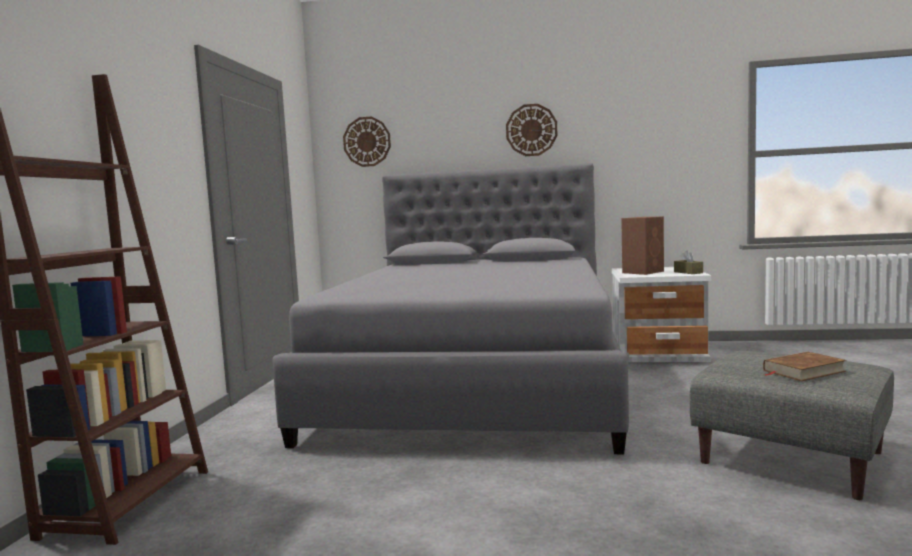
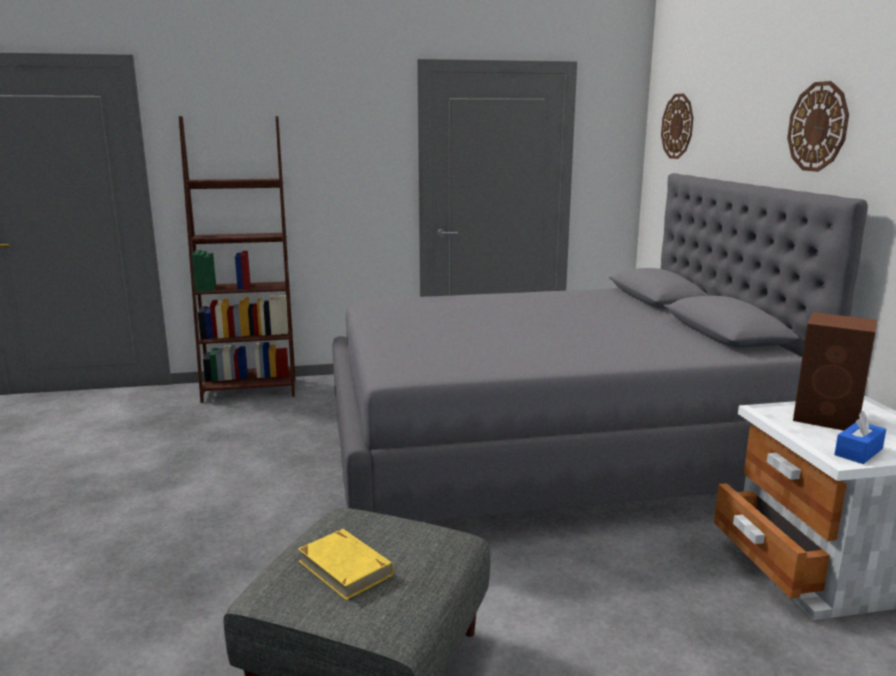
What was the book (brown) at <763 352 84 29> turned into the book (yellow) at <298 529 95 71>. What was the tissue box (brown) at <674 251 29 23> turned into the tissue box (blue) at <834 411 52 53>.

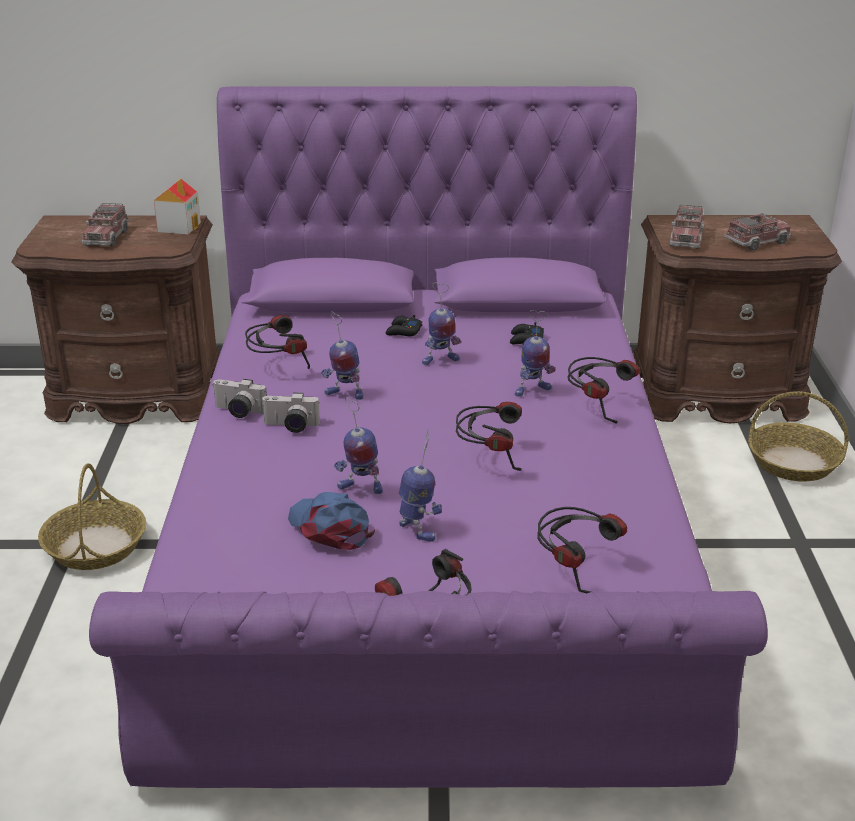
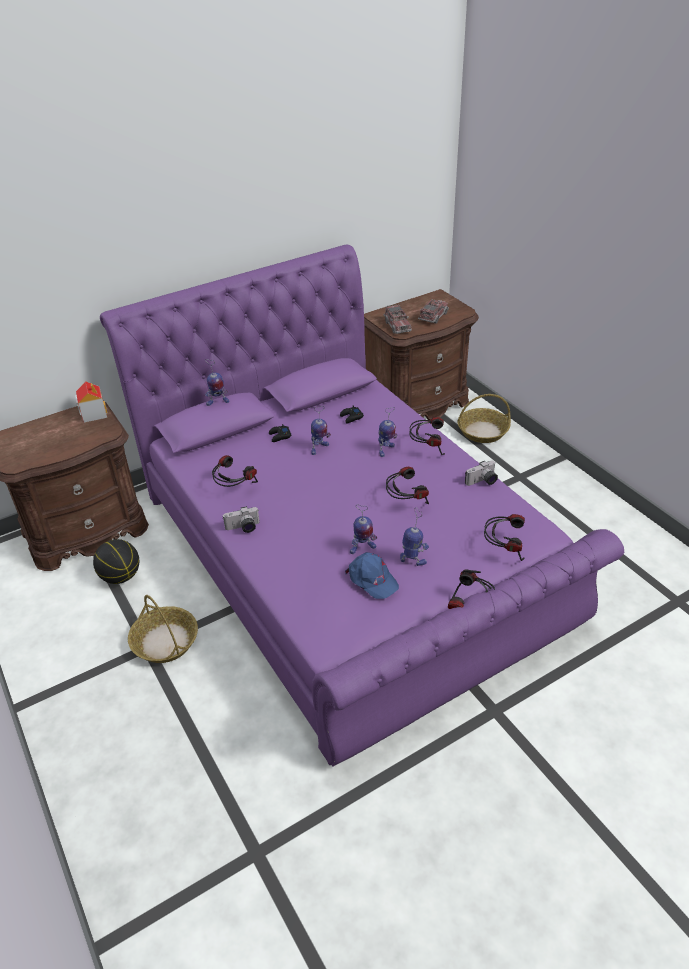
The second view gained the basketball at <93 539 46 45>. The toy robot ended up elsewhere, having gone from <321 311 42 89> to <205 359 25 47>. The cap (blue) at <288 492 87 58> ended up facing another way, 150 degrees counterclockwise from before. The photo camera ended up elsewhere, having gone from <261 393 59 40> to <465 460 33 26>. The second view lost the toy truck at <81 203 49 43>.

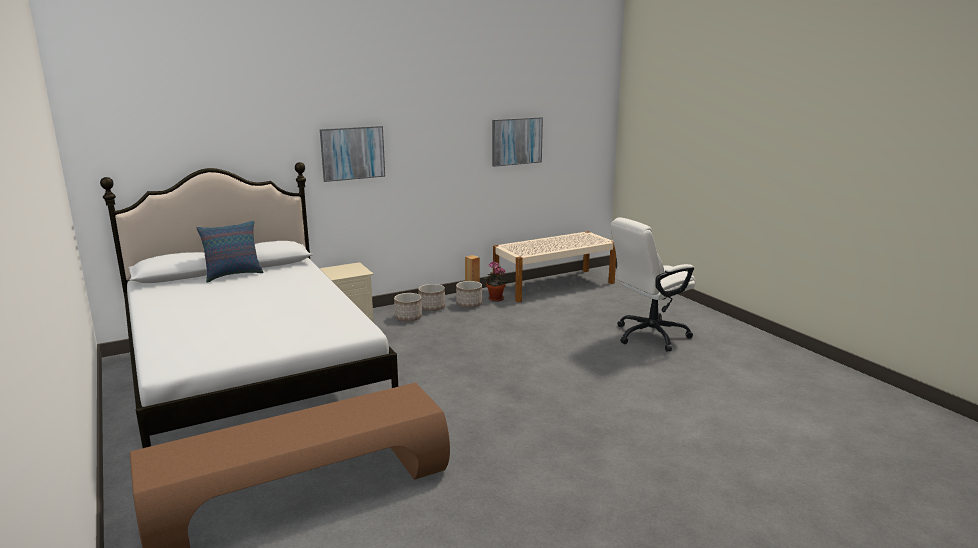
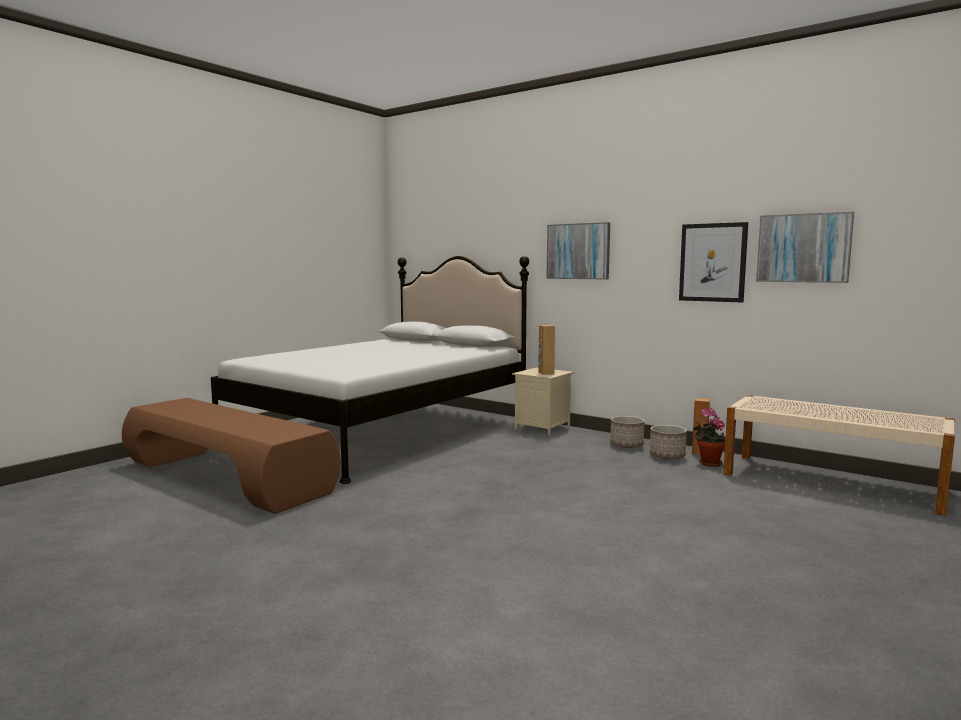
The second view gained the speaker (brown) at <538 325 17 50>. The second view gained the picture at <679 222 69 80>. The second view lost the pillow (blue) at <197 221 67 62>. The second view lost the planter at <394 293 28 28>. The second view lost the office chair (white) at <611 217 85 135>.

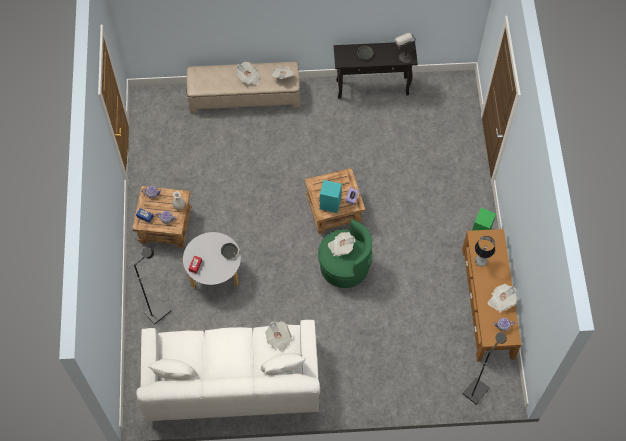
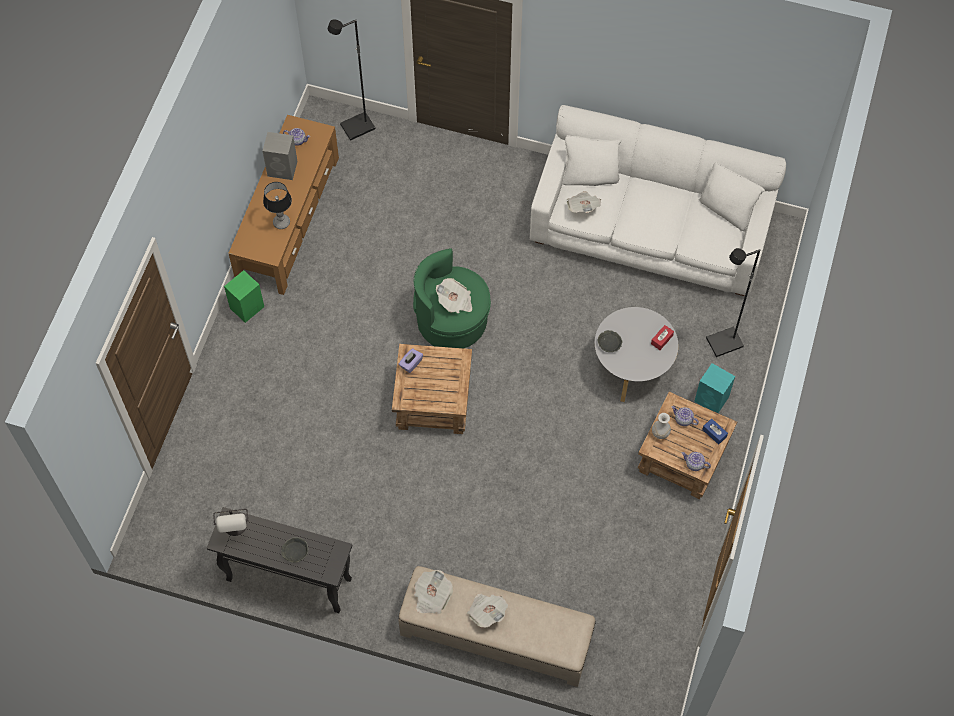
Where the newspaper stood at <488 284 29 29>, the speaker (grey) came to stand at <263 132 35 48>. The speaker (turquoise) ended up elsewhere, having gone from <320 180 22 33> to <694 363 41 50>.

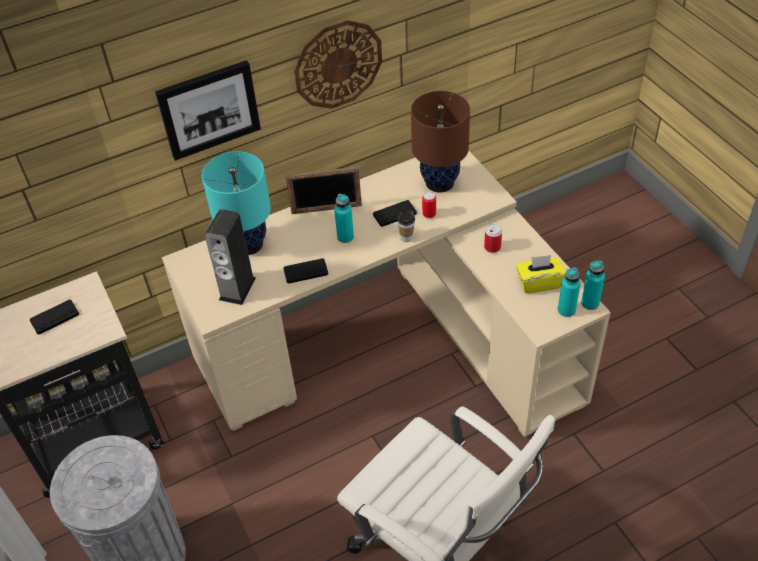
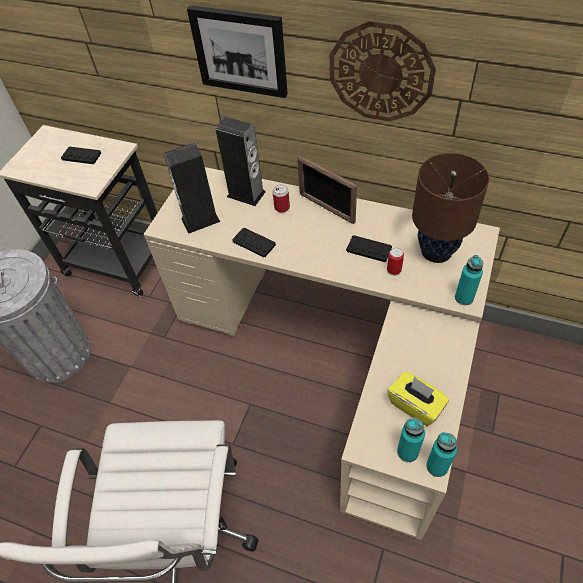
Where the table lamp (turquoise) stood at <202 152 69 103>, the speaker came to stand at <216 117 50 89>. The can ended up elsewhere, having gone from <484 224 18 29> to <272 184 18 28>. The bottle (turquoise) ended up elsewhere, having gone from <334 194 20 49> to <455 255 28 50>. The second view lost the cup at <397 209 18 33>.

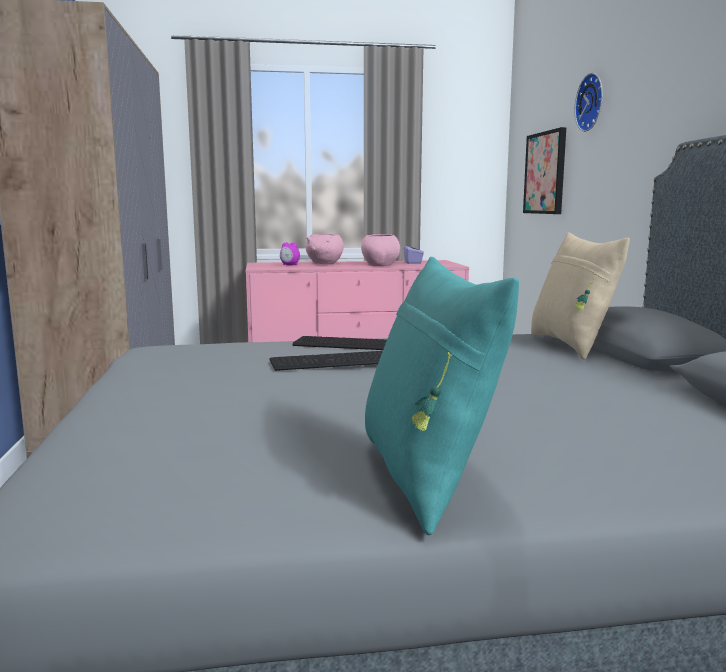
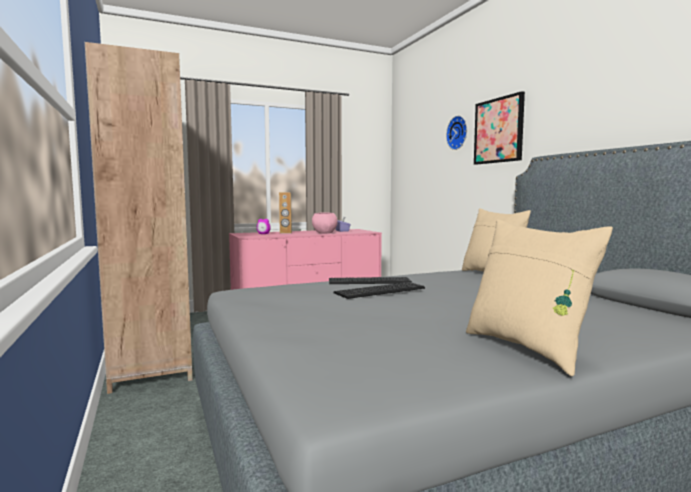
Where the bowl (pink) stood at <306 234 38 30>, the speaker (brown) came to stand at <279 192 13 41>. What was the pillow (turquoise) at <365 257 154 278> turned into the pillow (beige) at <466 219 147 157>. The picture ended up elsewhere, having gone from <523 127 43 87> to <474 91 51 73>.

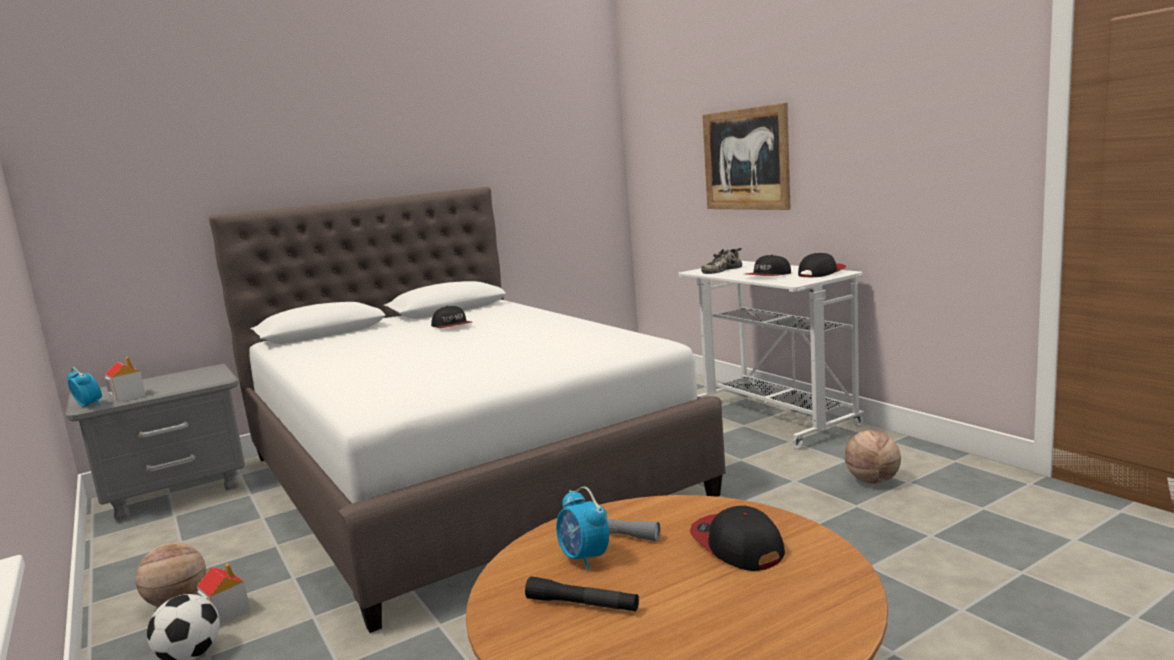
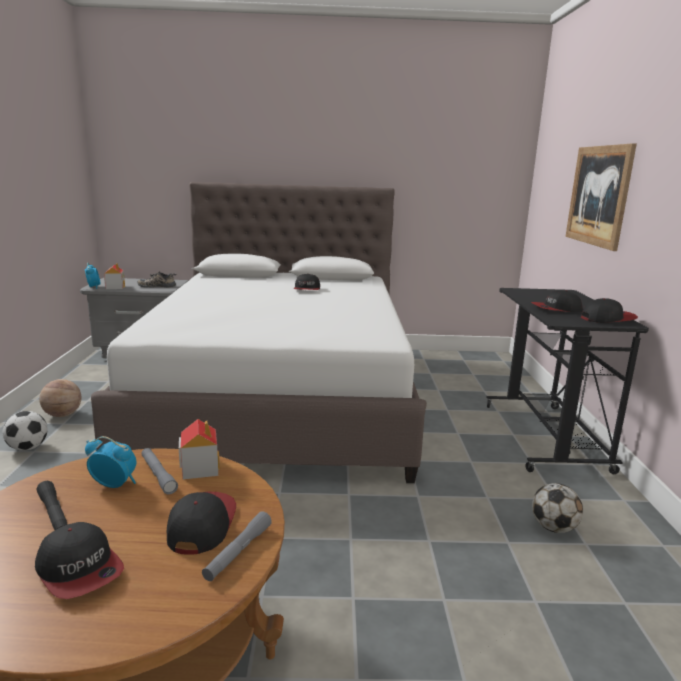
The second view gained the cap at <35 522 89 77>. The alarm clock at <556 487 53 83> ended up facing another way, 105 degrees clockwise from before. The shoe ended up elsewhere, having gone from <701 248 41 26> to <137 272 39 15>. The toy house ended up elsewhere, having gone from <197 563 54 63> to <179 419 41 60>. The second view gained the flashlight (grey) at <202 511 70 70>. What was the desk (white) at <678 261 186 188> turned into the desk (black) at <486 288 163 186>. Where the basketball stood at <845 430 56 54>, the football came to stand at <532 483 51 50>.

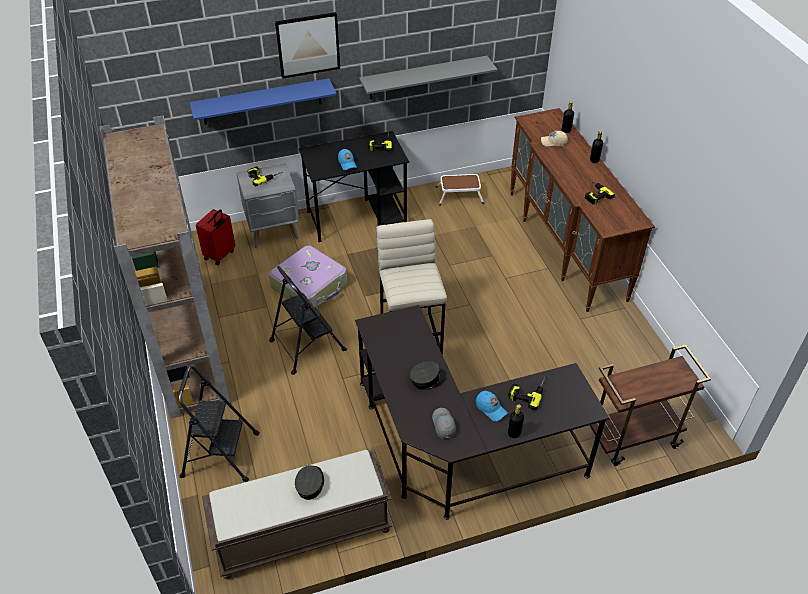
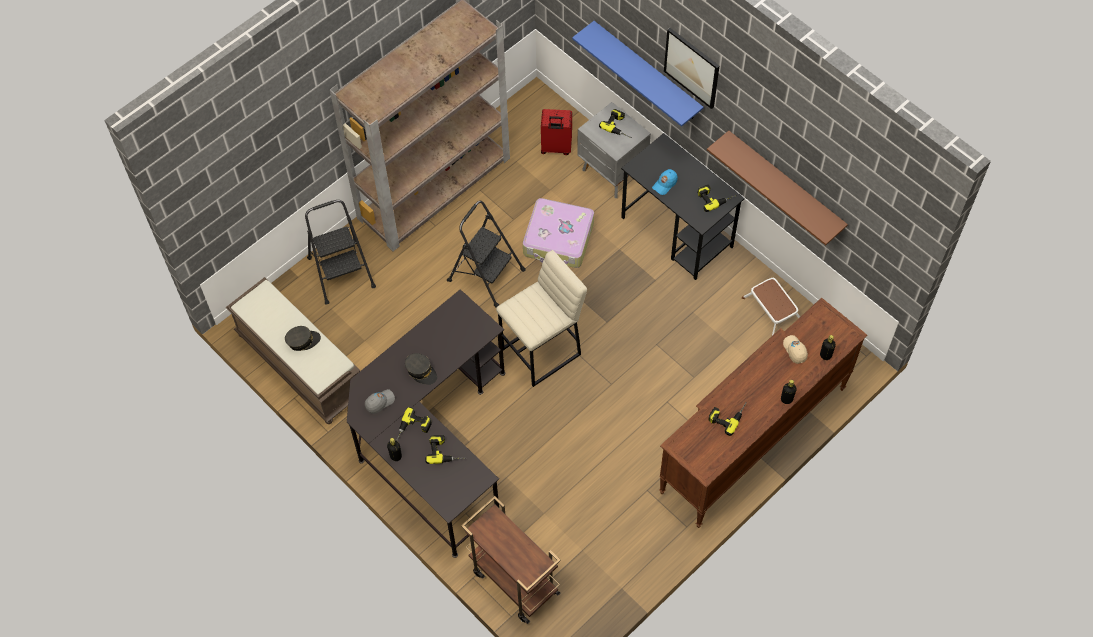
Where the cap (blue) stood at <476 391 32 30>, the power drill came to stand at <396 407 36 34>. What was the shelf (grey) at <359 56 138 43> turned into the shelf (brown) at <707 131 141 114>.

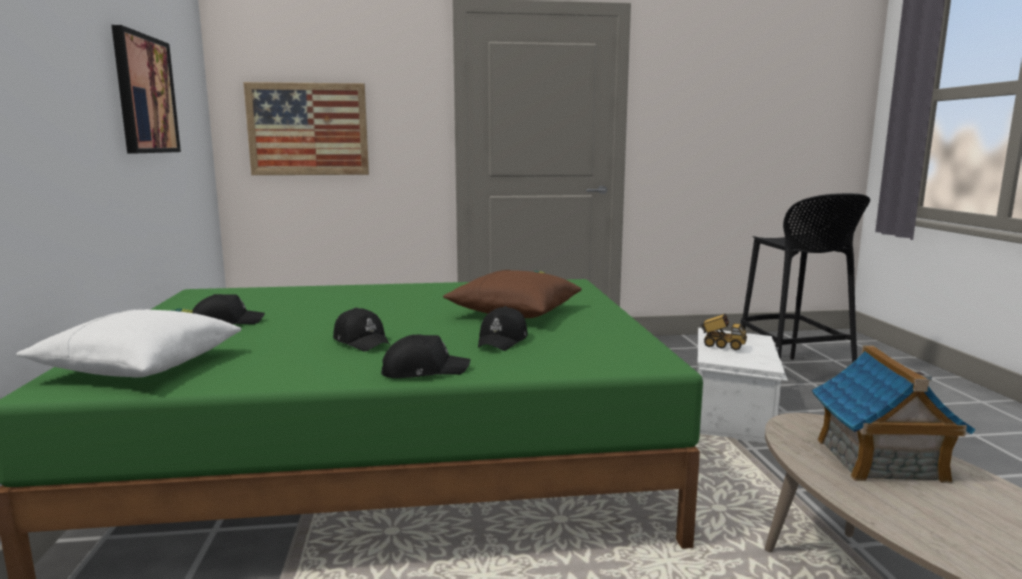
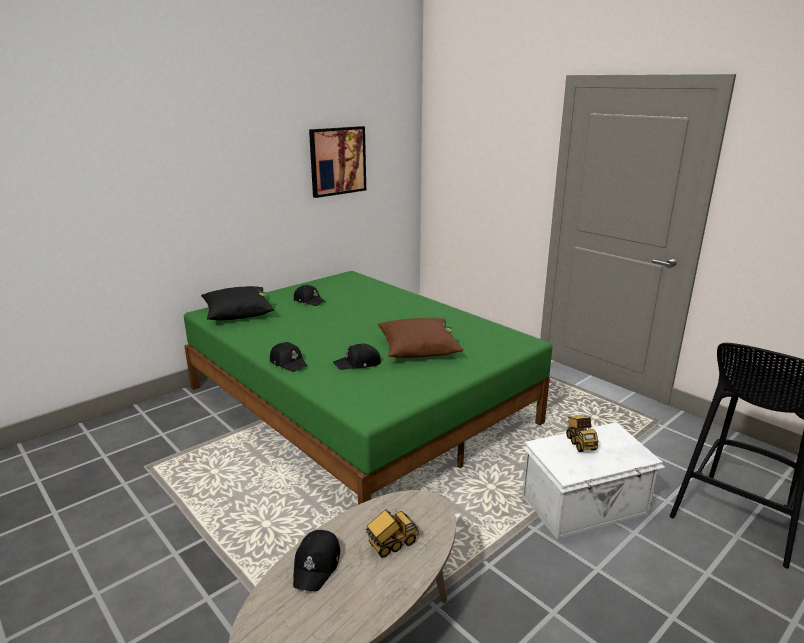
What was the pillow (white) at <16 308 225 70> turned into the pillow (black) at <201 286 73 34>. The cap (black) ended up elsewhere, having gone from <333 308 58 43> to <293 530 47 61>. Where the toy house stood at <812 346 164 137>, the toy truck came to stand at <365 510 54 48>. The second view lost the picture at <243 82 126 93>.

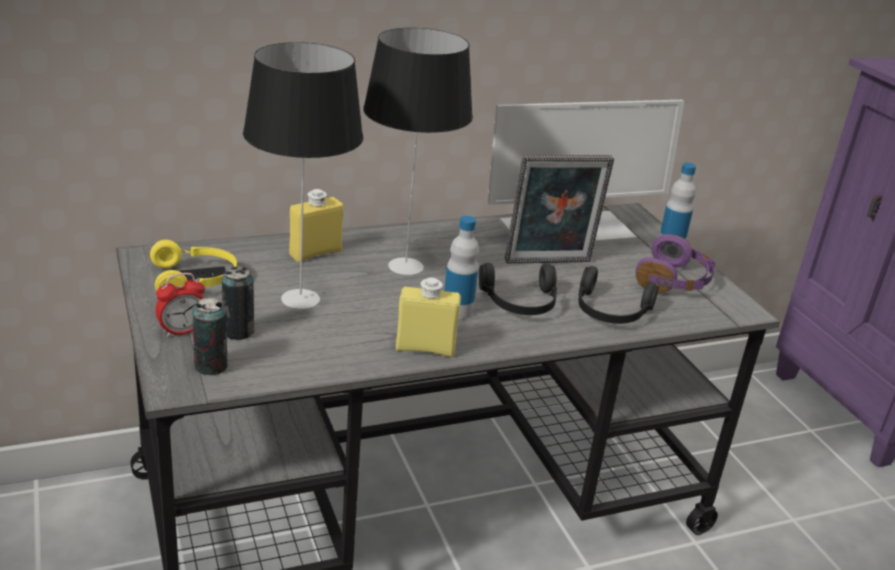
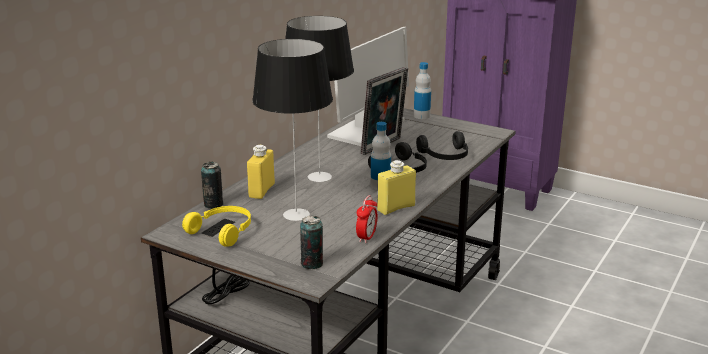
The can ended up elsewhere, having gone from <222 267 32 73> to <201 162 23 47>. The alarm clock ended up elsewhere, having gone from <156 273 49 64> to <356 195 22 48>. The second view lost the headphones (purple) at <635 234 80 59>.

